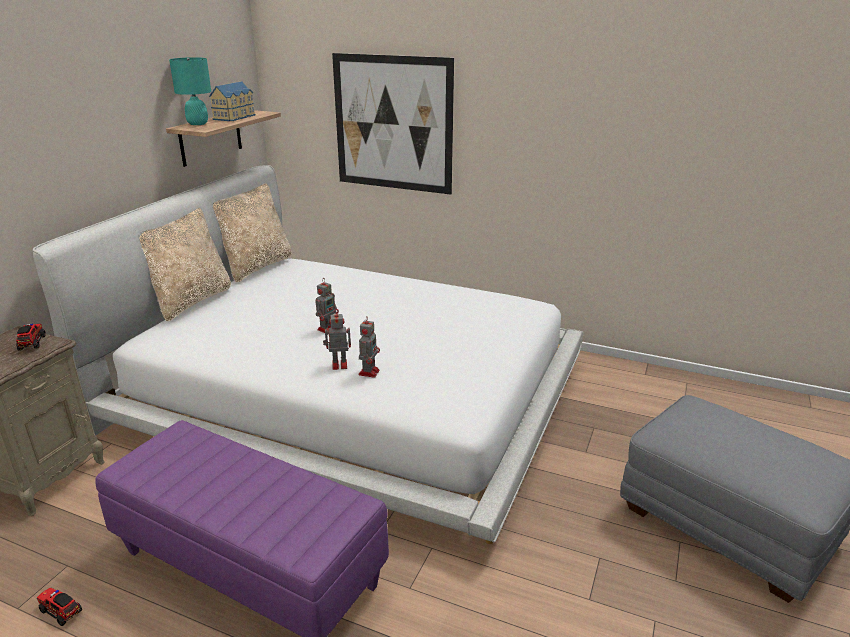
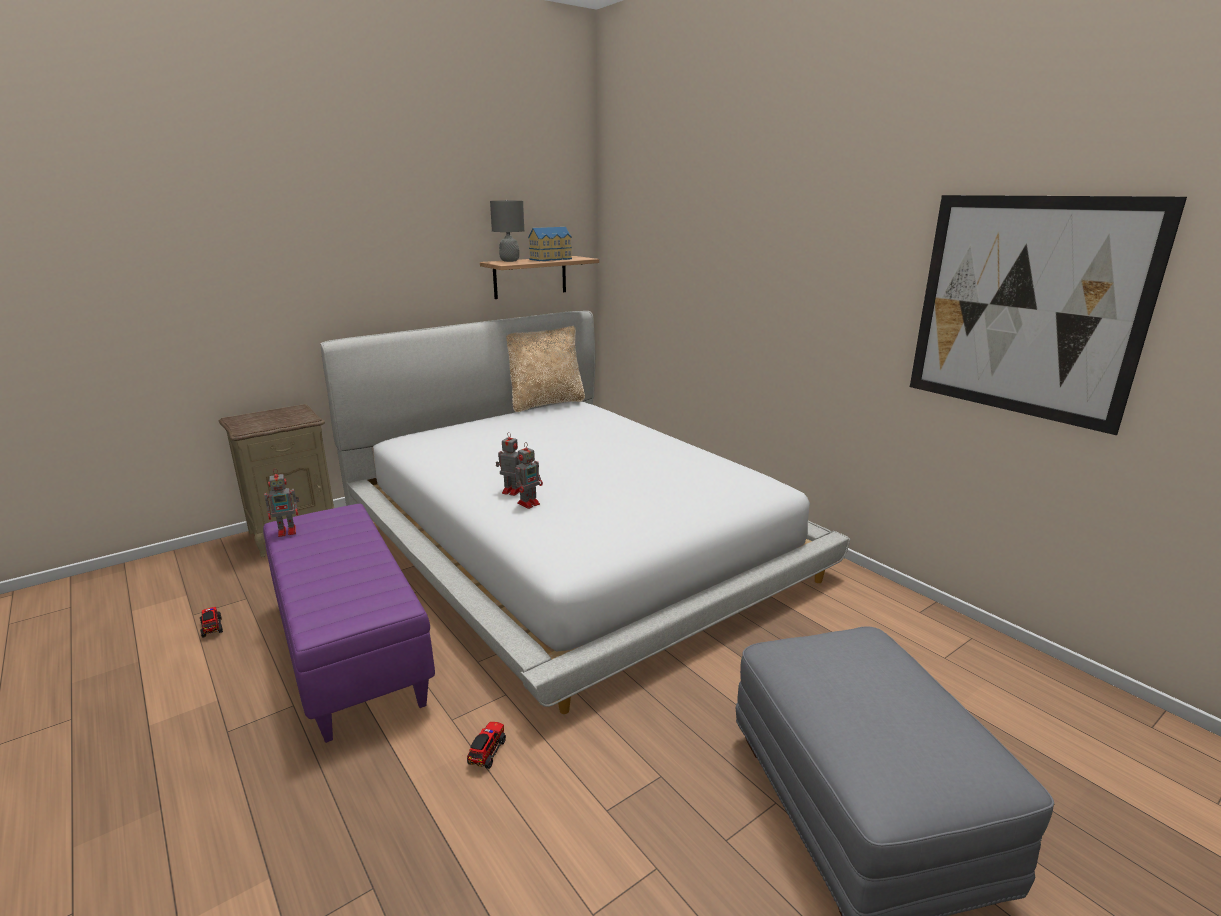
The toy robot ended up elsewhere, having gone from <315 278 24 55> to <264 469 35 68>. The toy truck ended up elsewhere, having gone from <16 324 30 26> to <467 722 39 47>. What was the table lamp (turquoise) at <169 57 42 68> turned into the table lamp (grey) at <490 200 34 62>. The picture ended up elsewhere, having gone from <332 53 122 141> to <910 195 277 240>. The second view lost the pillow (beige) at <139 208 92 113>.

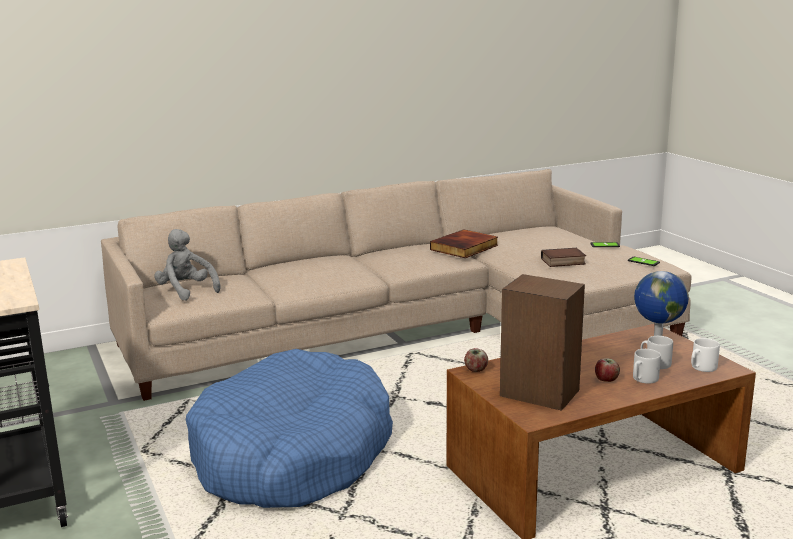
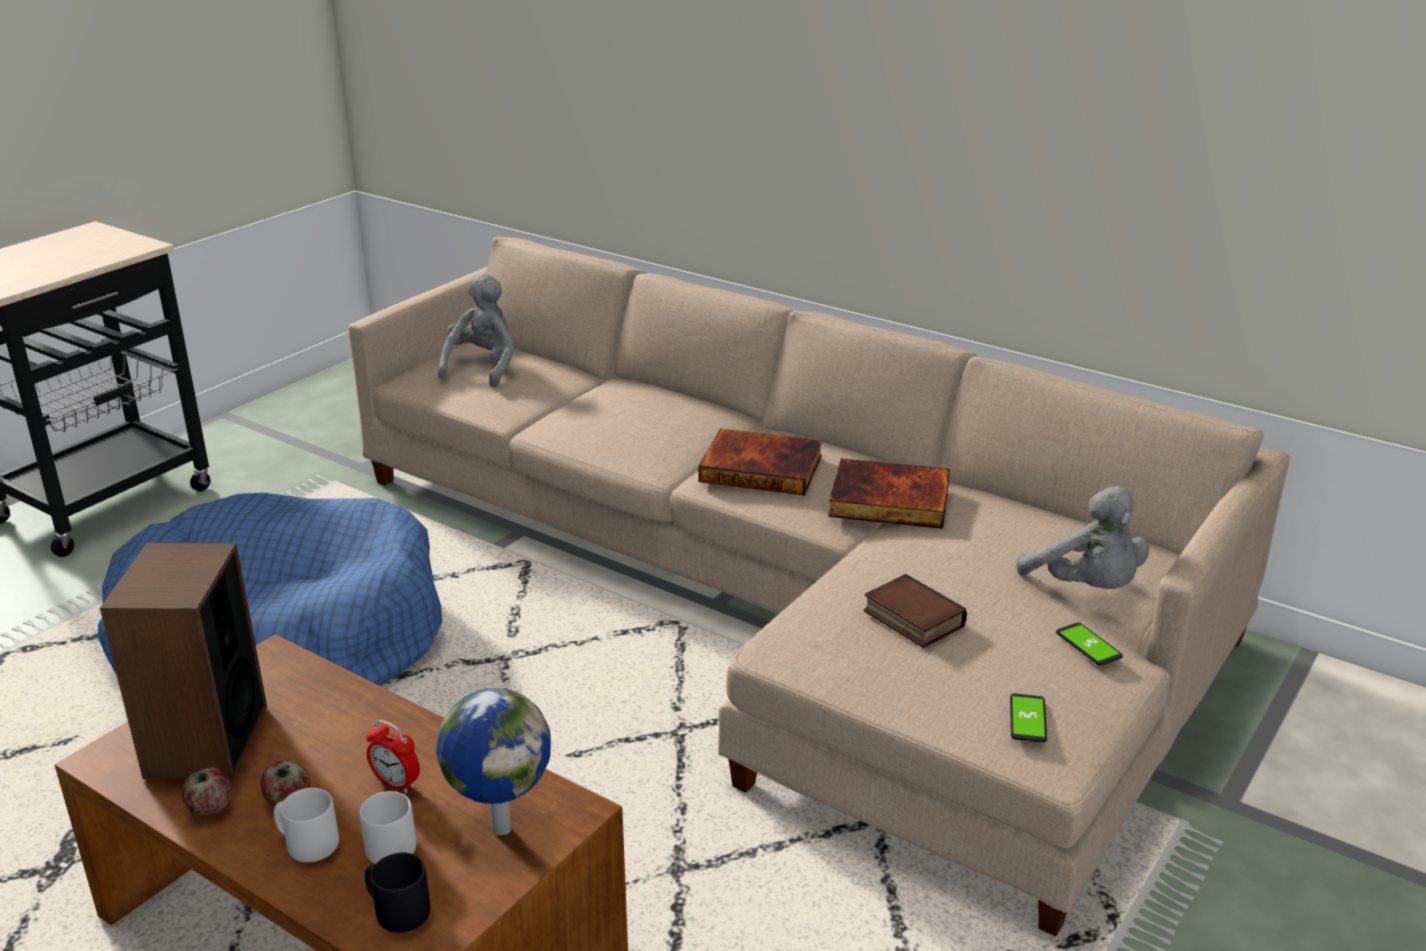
The apple ended up elsewhere, having gone from <464 348 24 24> to <182 767 50 49>. What was the mug (white) at <691 338 29 34> turned into the mug (black) at <365 852 66 81>. The second view gained the alarm clock at <366 720 54 74>. The second view gained the book at <698 429 124 67>. The second view gained the plush toy (grey) at <1016 486 133 103>.

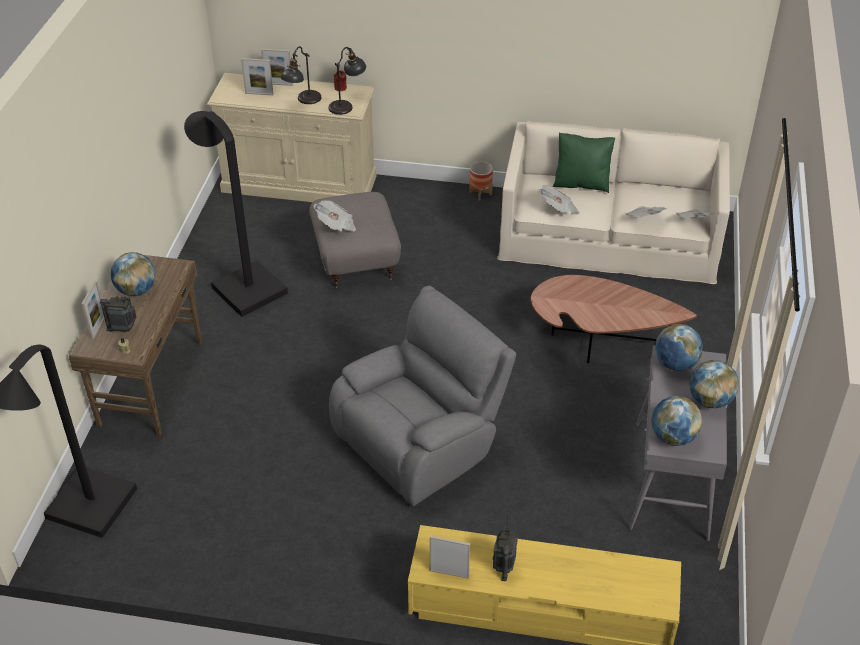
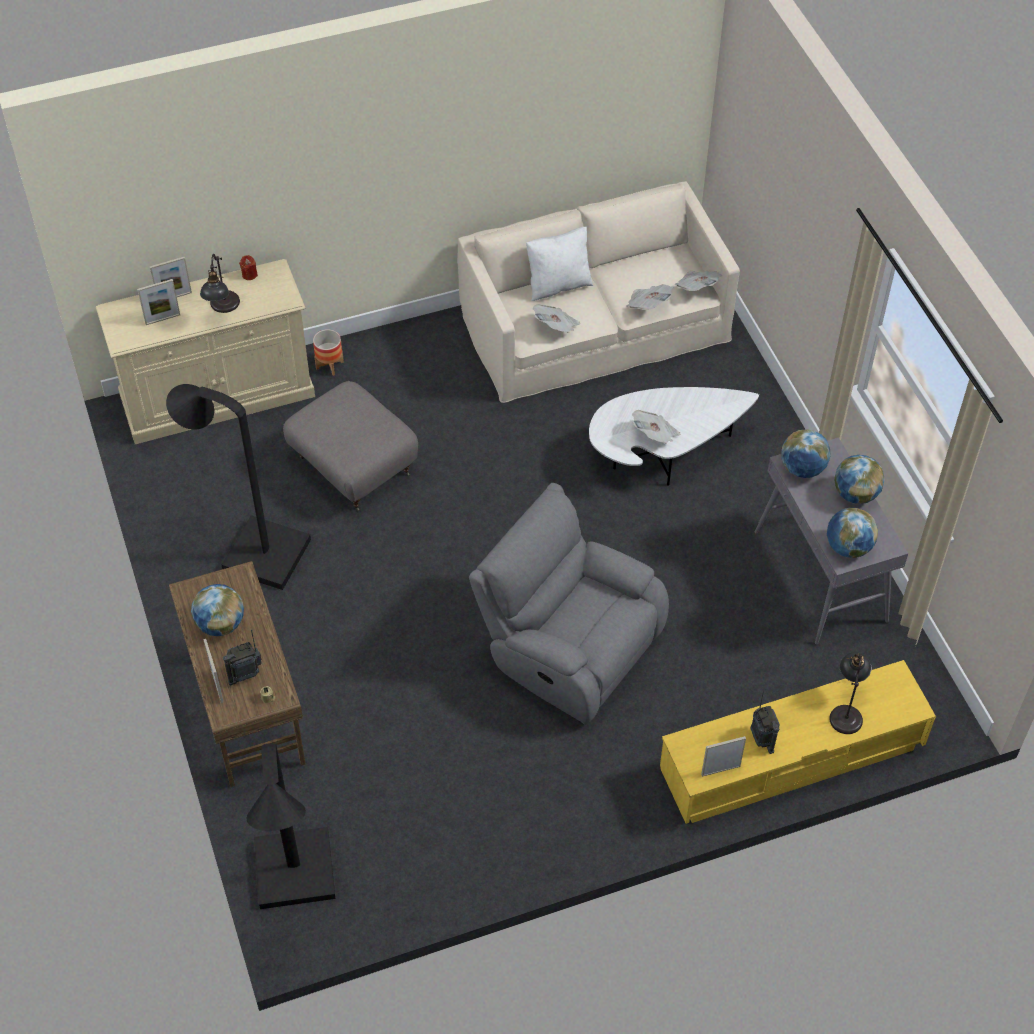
The planter ended up elsewhere, having gone from <469 162 24 39> to <313 329 31 47>. The armchair (grey) at <329 286 187 220> ended up facing another way, 75 degrees counterclockwise from before. What was the pillow (green) at <553 133 62 60> turned into the pillow (white) at <526 227 67 74>. What was the coffee table (brown) at <531 275 166 88> turned into the coffee table (white) at <589 387 170 99>. The newspaper ended up elsewhere, having gone from <314 200 42 31> to <632 410 48 34>. The table lamp (grey) ended up elsewhere, having gone from <329 47 37 68> to <829 652 42 82>.

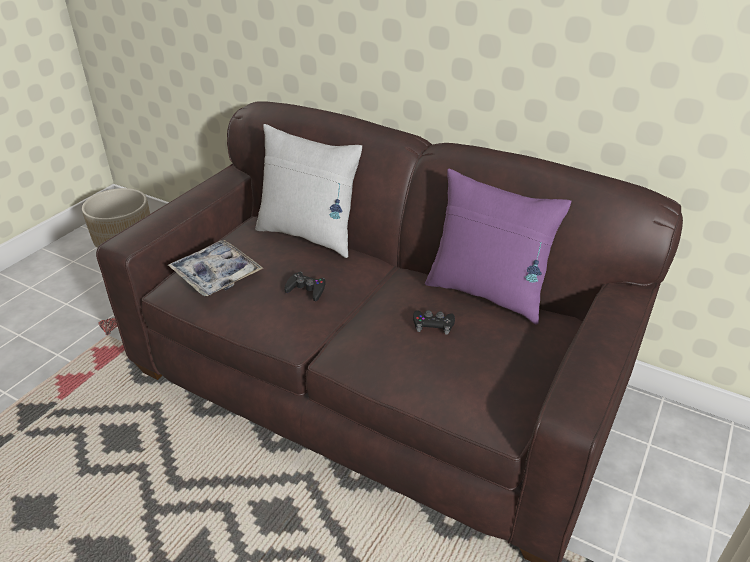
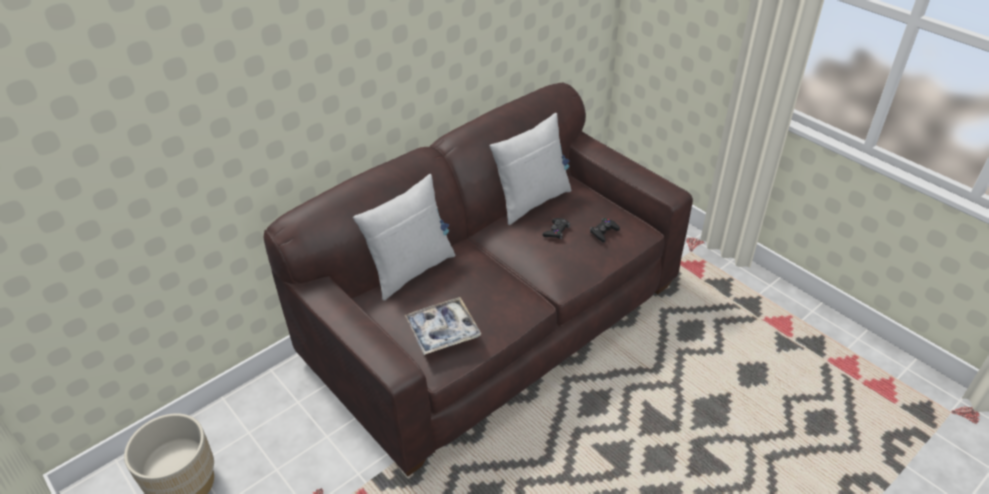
What was the pillow (purple) at <425 169 146 156> turned into the pillow (grey) at <489 113 82 112>. The game controller (black) ended up elsewhere, having gone from <284 272 42 29> to <590 218 30 25>.

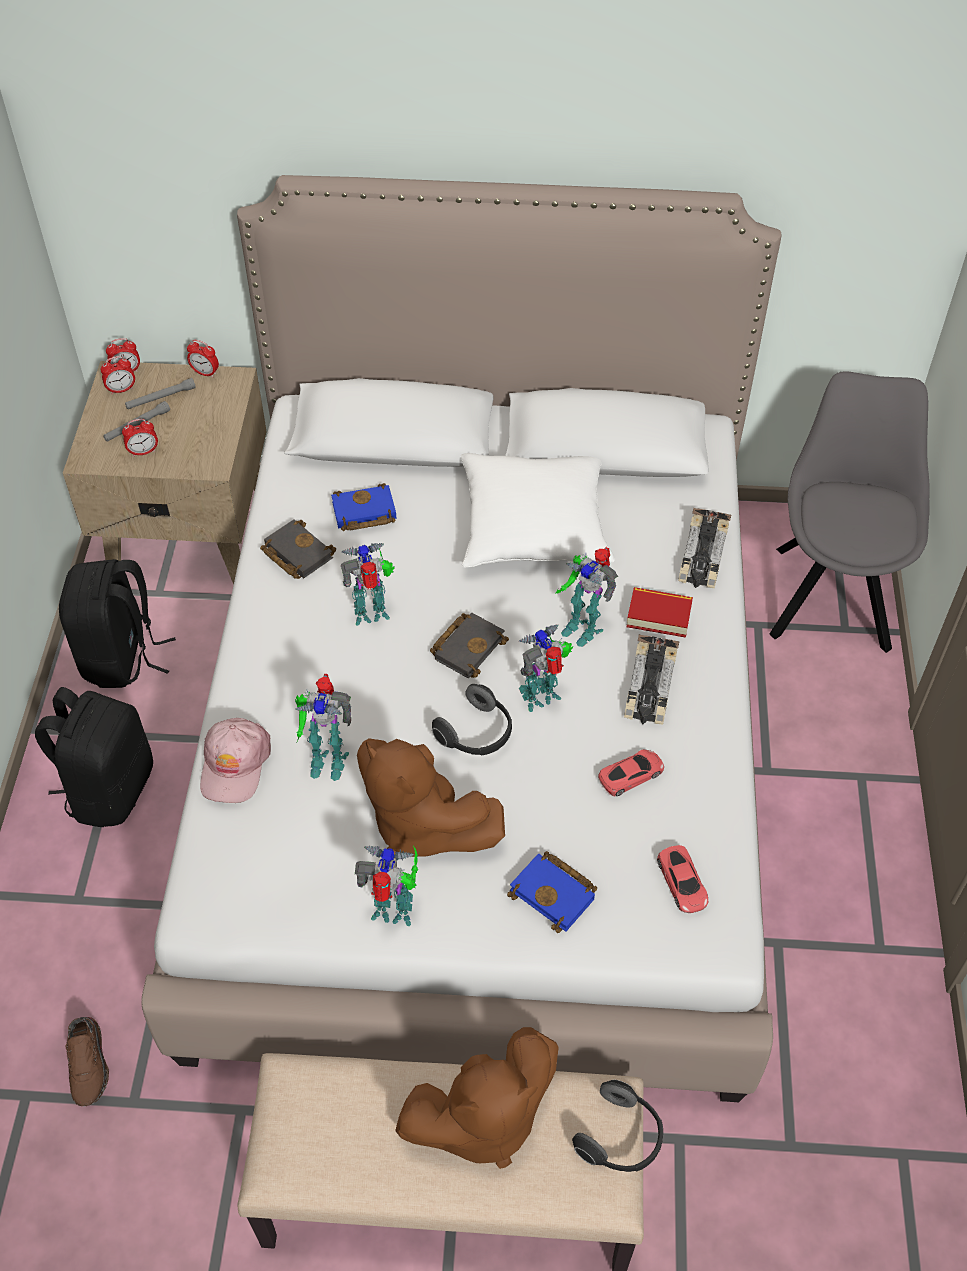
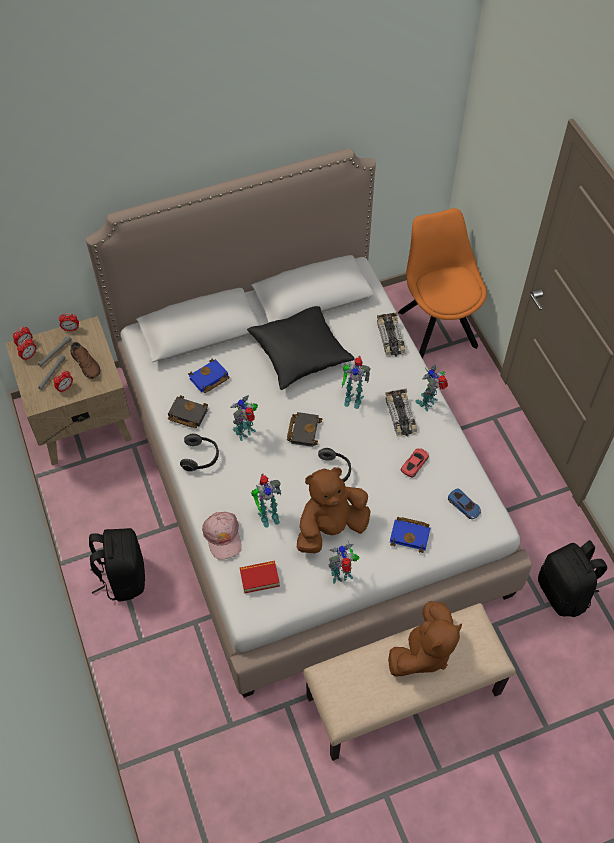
The shoe (brown) ended up elsewhere, having gone from <66 1017 43 89> to <70 342 30 37>. The headphones ended up elsewhere, having gone from <572 1080 91 92> to <180 433 39 39>. The book ended up elsewhere, having gone from <626 587 67 51> to <240 561 40 33>. What was the pillow (white) at <461 453 154 115> turned into the pillow (black) at <247 306 108 84>. The plush toy (brown) at <357 738 148 121> ended up facing another way, 135 degrees clockwise from before. What was the chair (grey) at <770 371 160 282> turned into the chair (orange) at <398 208 89 151>. The toy robot ended up elsewhere, having gone from <518 625 55 87> to <415 365 33 47>. What was the toy car (red) at <657 845 52 68> turned into the toy car (blue) at <448 489 33 30>. The backpack (black) ended up elsewhere, having gone from <59 559 117 129> to <538 540 69 77>.

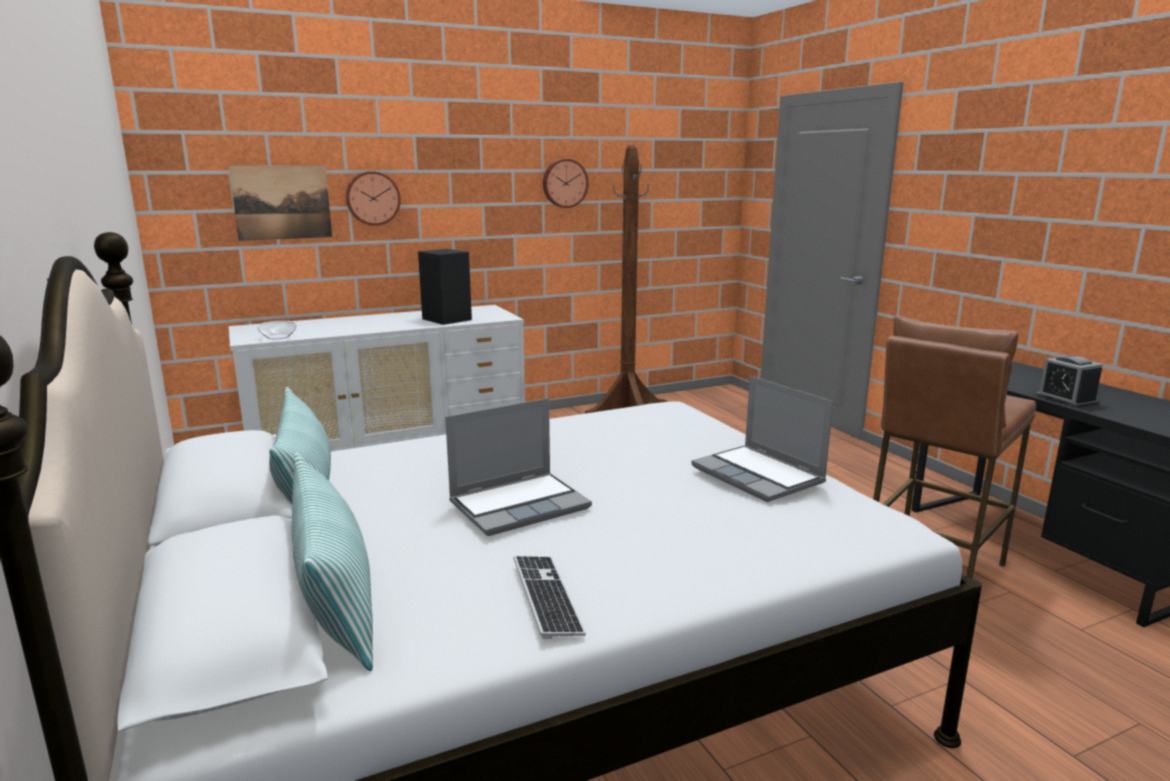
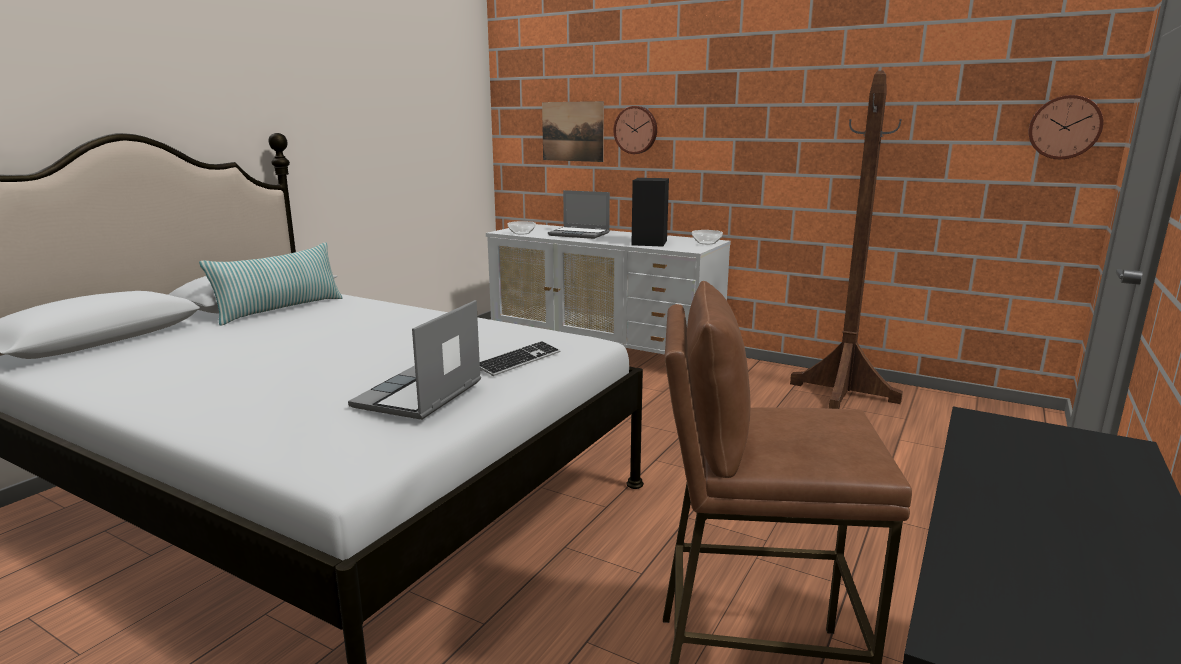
The keyboard ended up elsewhere, having gone from <513 556 73 83> to <480 341 81 35>. The laptop ended up elsewhere, having gone from <445 398 147 138> to <548 190 62 49>. The second view gained the bowl at <692 230 31 14>. The wall clock ended up elsewhere, having gone from <543 159 46 49> to <1029 95 74 64>. The second view lost the pillow at <292 453 81 218>. The second view lost the alarm clock at <1036 356 67 52>.

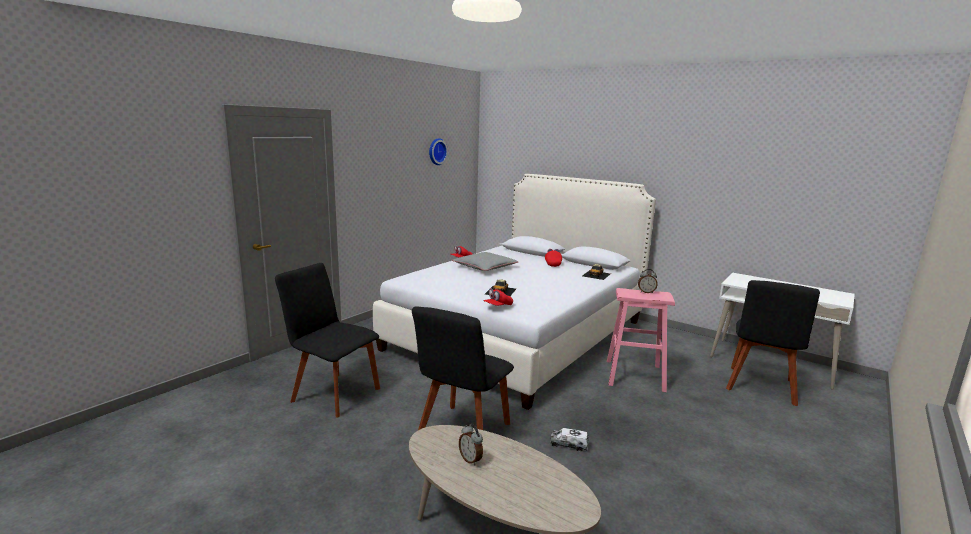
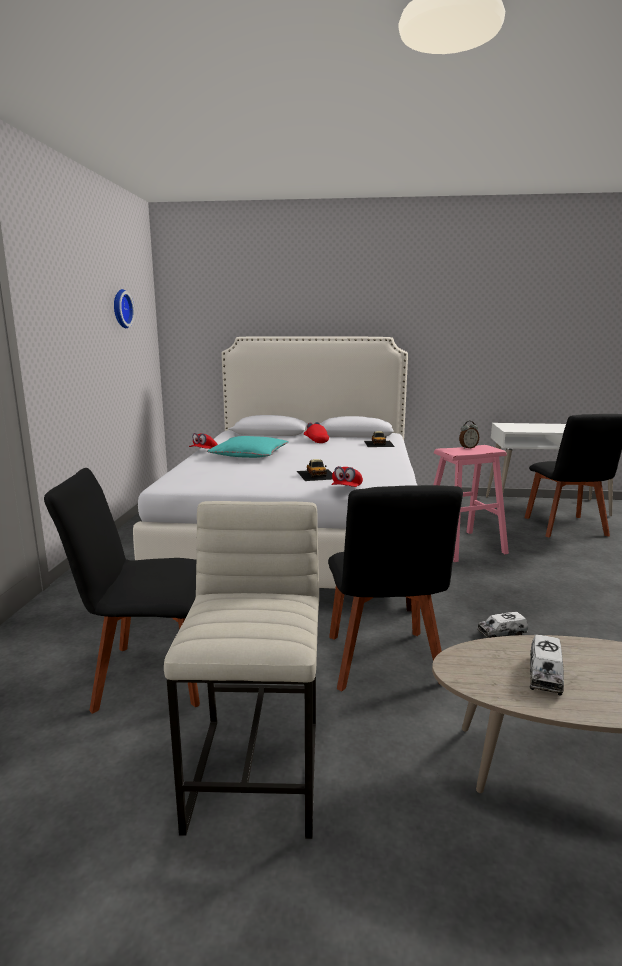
The second view gained the stool (beige) at <164 501 155 338>. What was the pillow (grey) at <452 252 66 19> turned into the pillow (turquoise) at <207 436 82 22>. Where the alarm clock stood at <459 424 24 42>, the toy truck came to stand at <530 635 34 61>.

